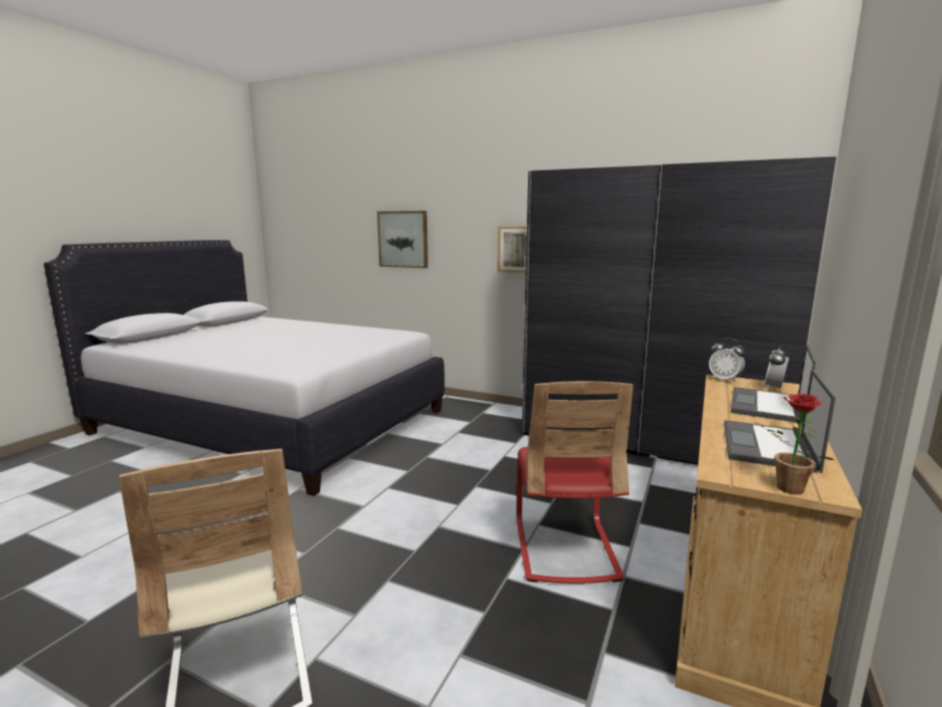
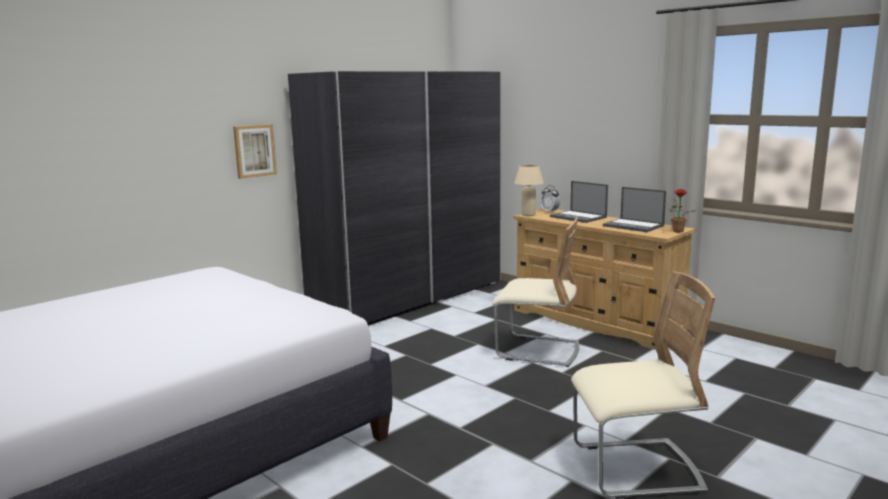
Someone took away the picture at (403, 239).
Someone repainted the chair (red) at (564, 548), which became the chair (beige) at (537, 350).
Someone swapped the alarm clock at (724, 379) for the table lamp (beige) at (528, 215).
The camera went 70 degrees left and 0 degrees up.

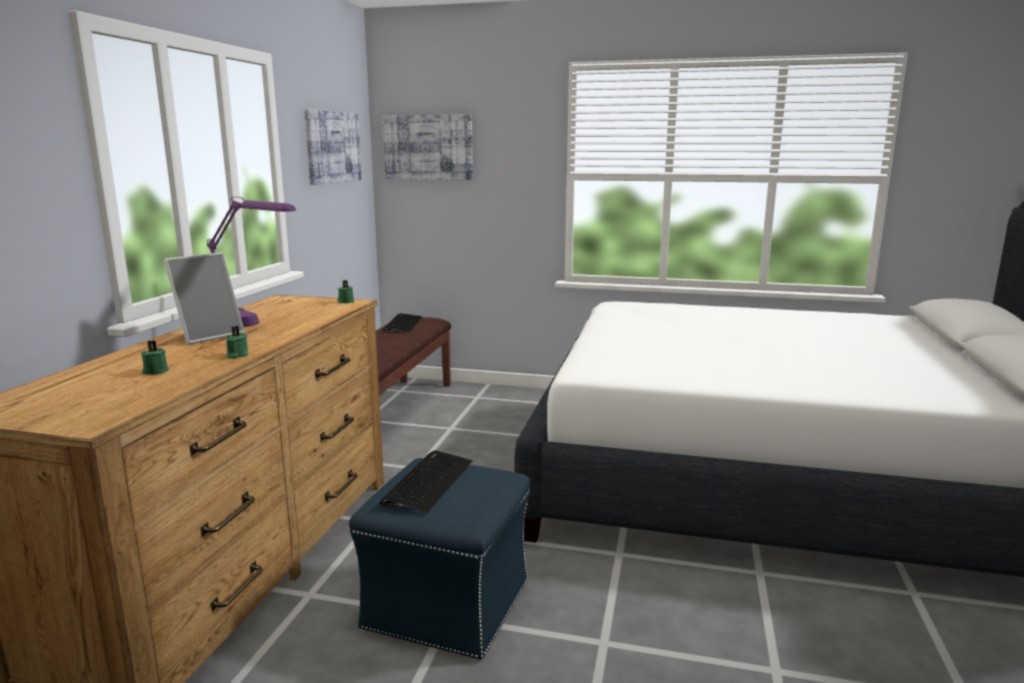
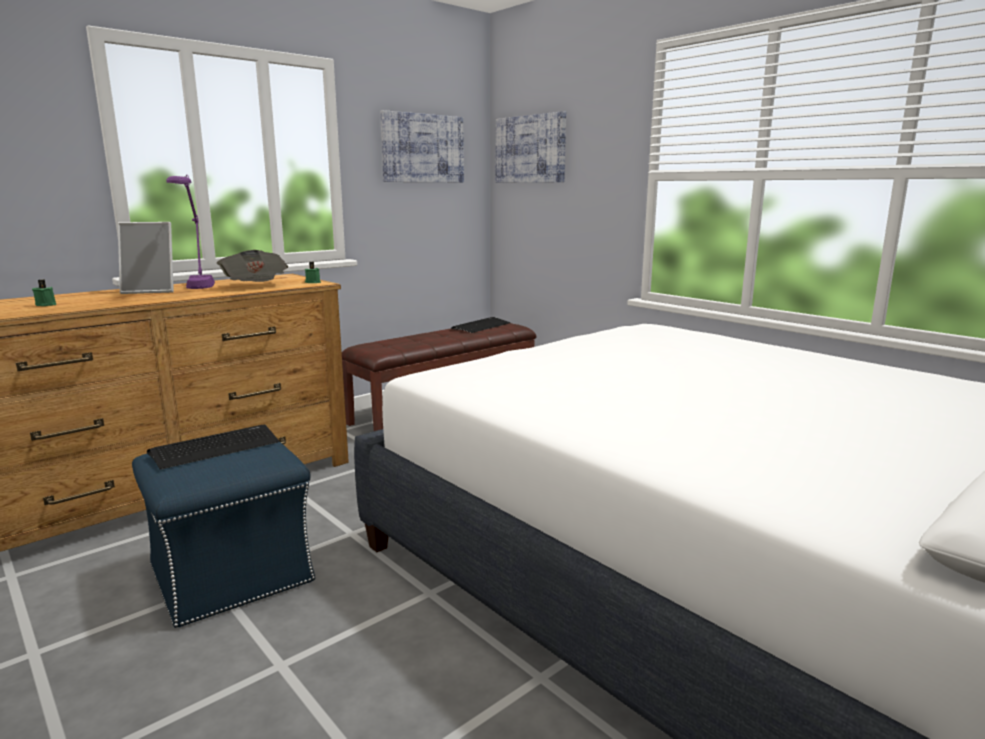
Someone took away the candle (green) at (236, 355).
Someone put down the newspaper at (256, 286).
The camera went 35 degrees right and 0 degrees up.

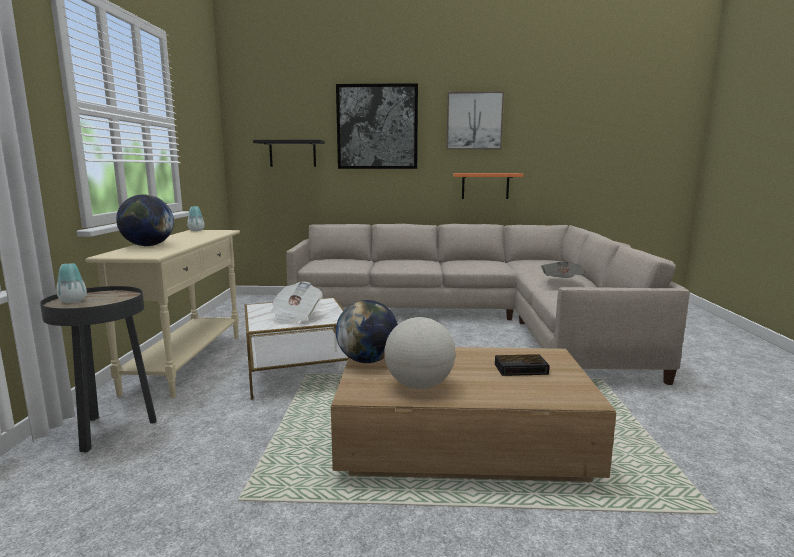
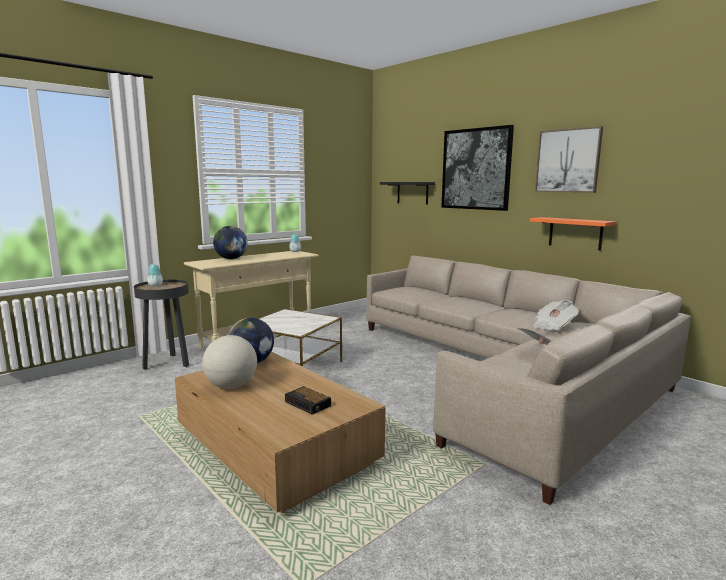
Someone carried the newspaper from (295, 317) to (553, 326).
The camera went 45 degrees right and 0 degrees up.

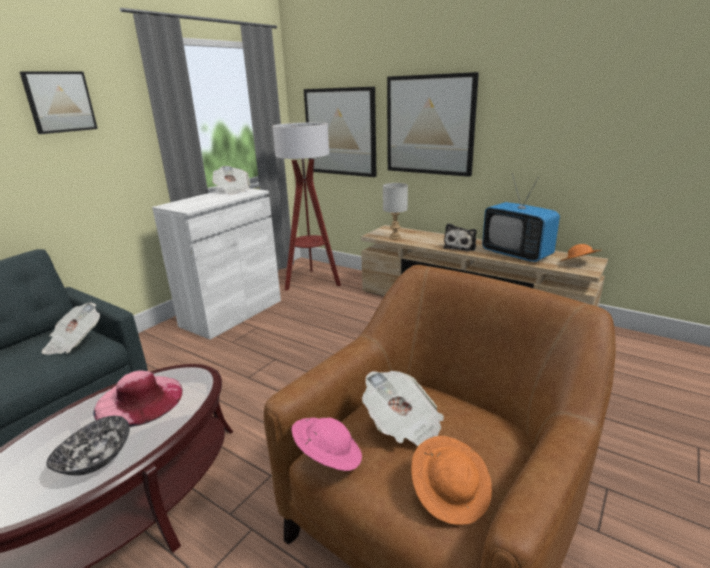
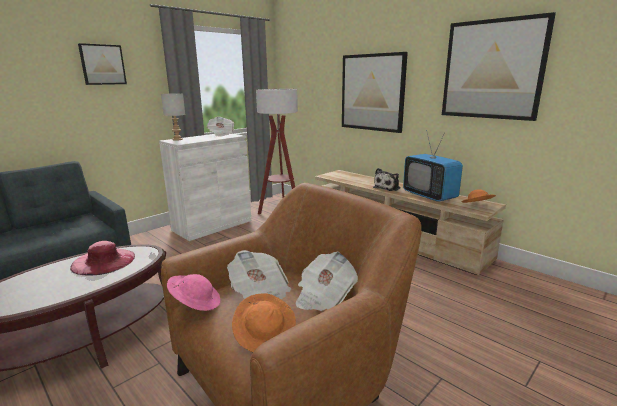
Someone carried the newspaper from (74, 342) to (324, 296).
Someone took away the bowl at (95, 460).
Someone carried the picture from (341, 132) to (492, 70).
Someone carried the table lamp (grey) from (394, 237) to (177, 139).
The camera went 10 degrees right and 5 degrees down.

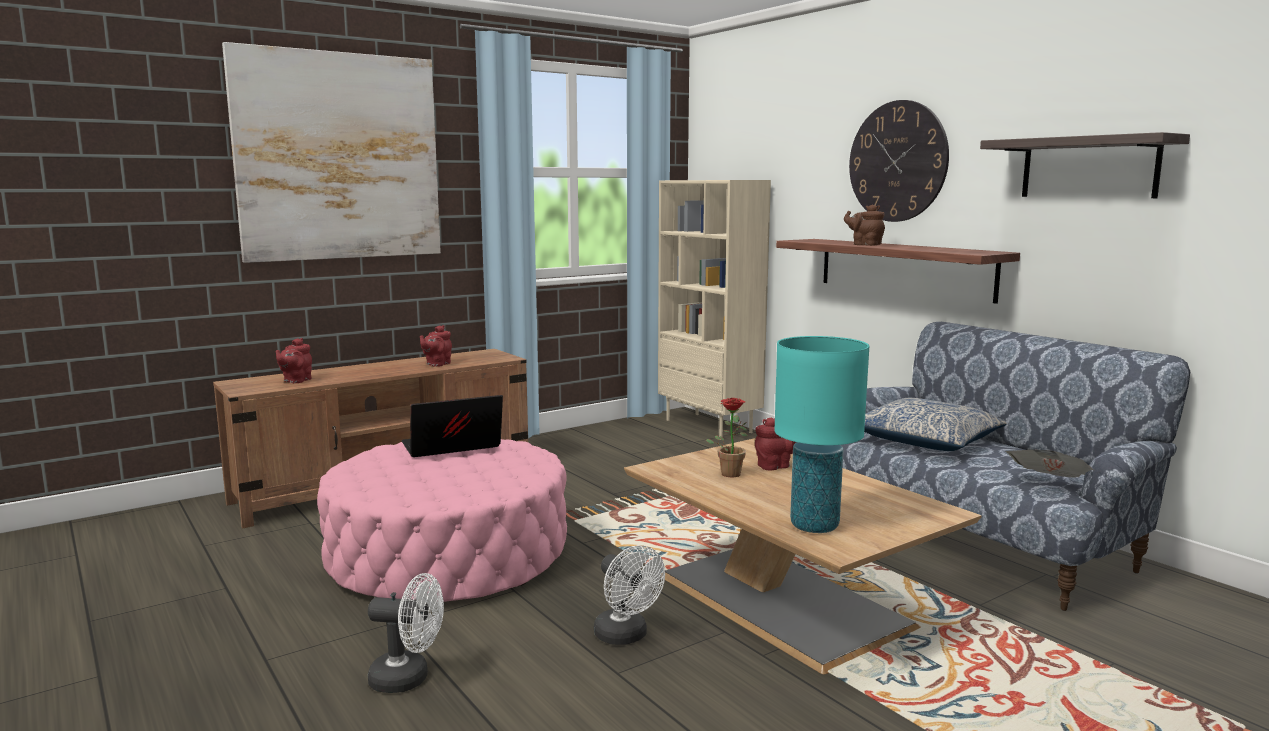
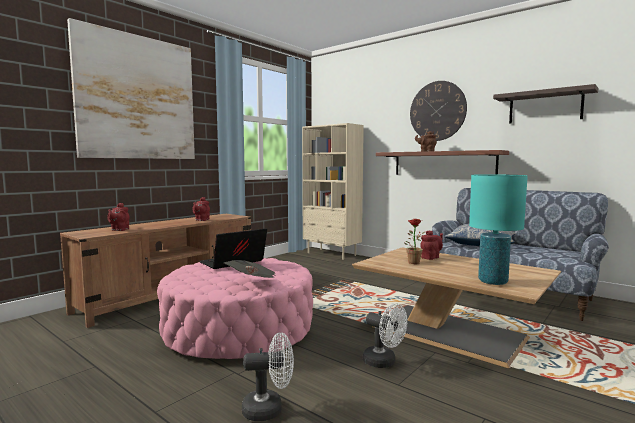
Someone carried the newspaper from (1050, 486) to (253, 284).
The camera went 15 degrees left and 5 degrees down.

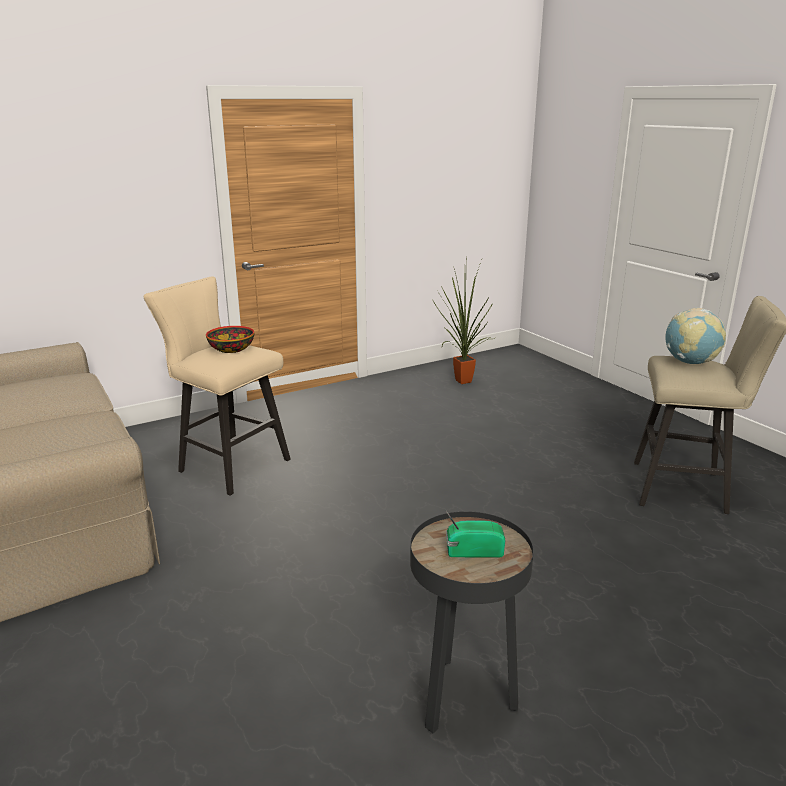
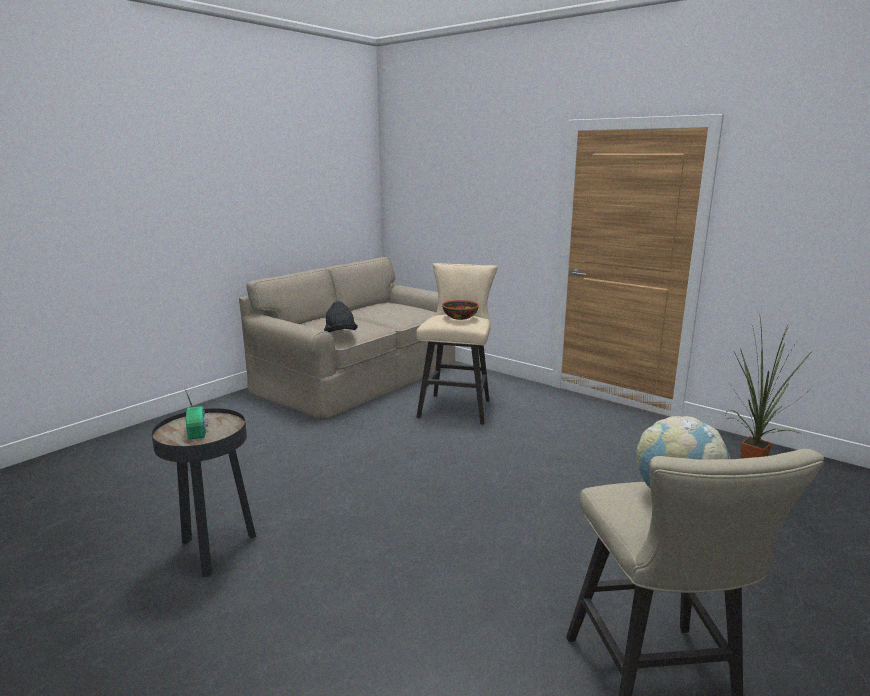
Someone put down the hat (black) at (340, 334).
The camera went 70 degrees right and 5 degrees down.

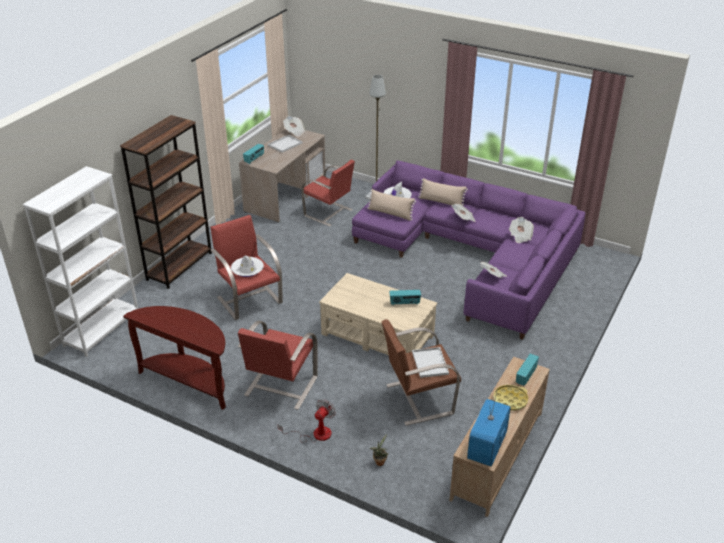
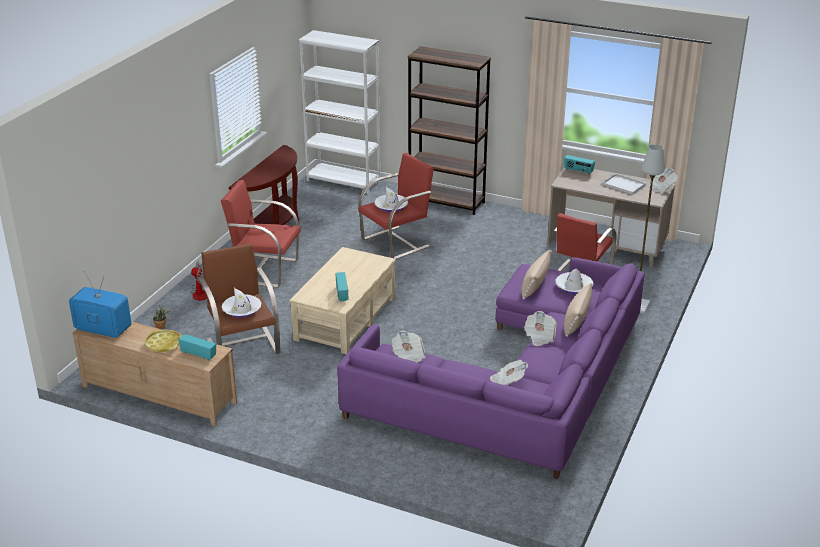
Someone swapped the tray (white) at (429, 362) for the hat (white) at (242, 309).
The camera went 85 degrees right and 5 degrees down.

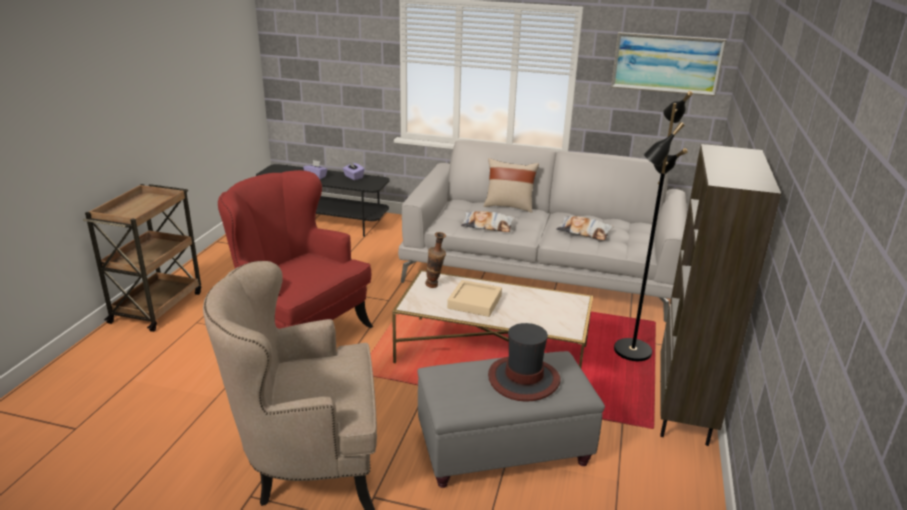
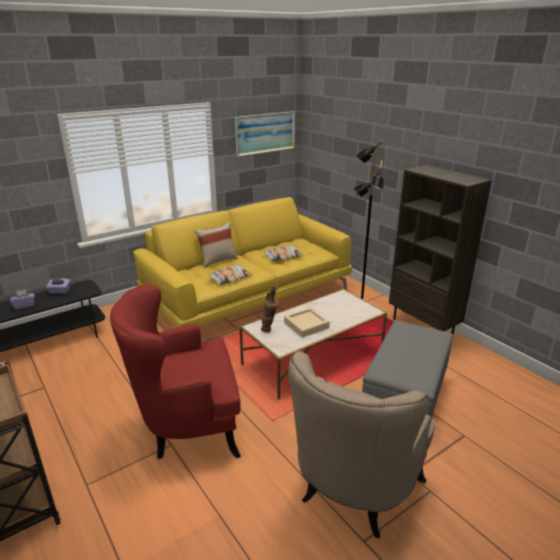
Someone repainted the sofa (grey) at (542, 270), which became the sofa (yellow) at (249, 296).
Someone took away the hat at (523, 379).
The camera went 50 degrees left and 0 degrees up.

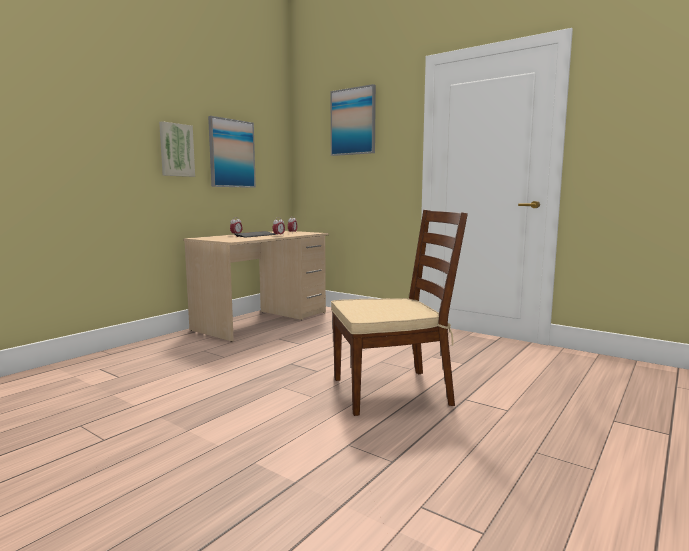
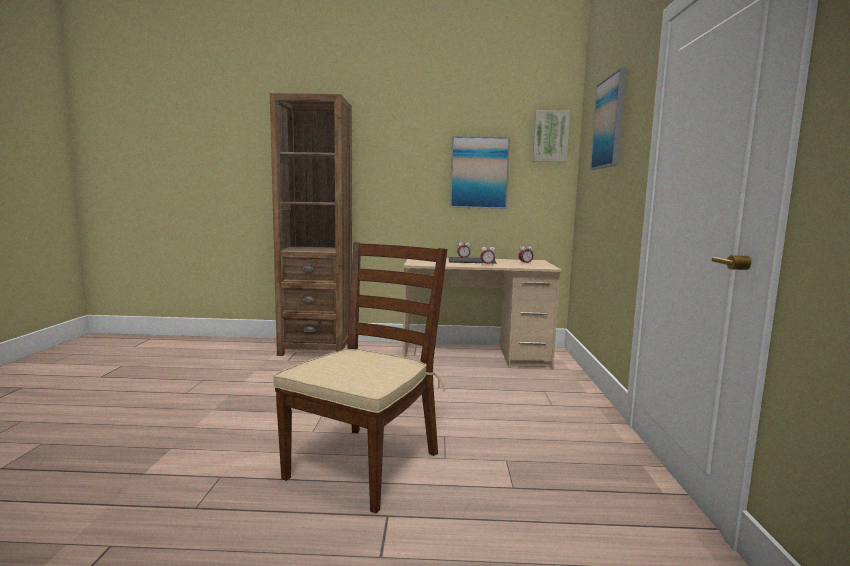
Someone carried the picture from (176, 150) to (550, 136).
Someone rotated the chair (brown) at (392, 391) by 105 degrees counterclockwise.
Someone put down the bookcase (brown) at (316, 348).
The camera went 55 degrees right and 0 degrees up.

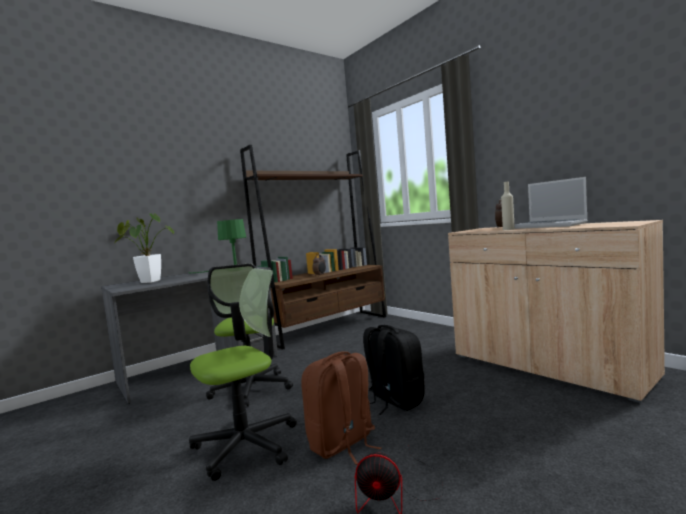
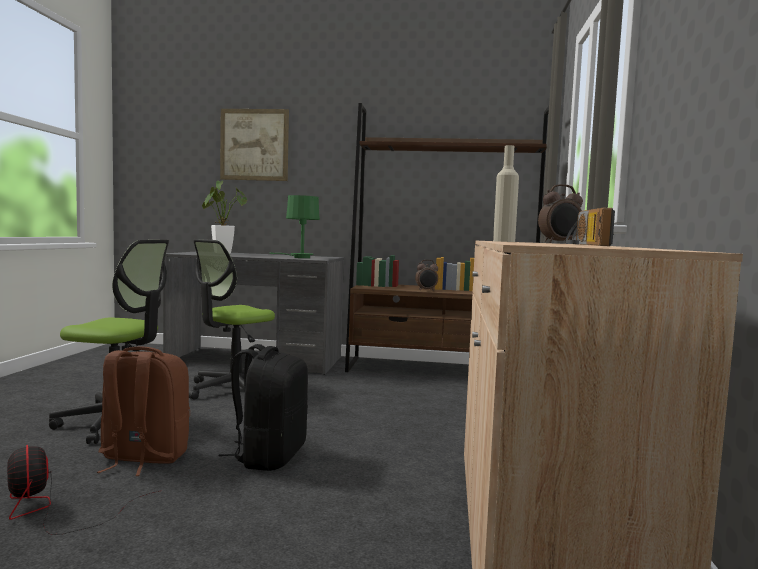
Someone swapped the laptop at (550, 226) for the radio at (583, 244).
Someone put up the picture at (254, 145).
The camera went 45 degrees right and 0 degrees up.

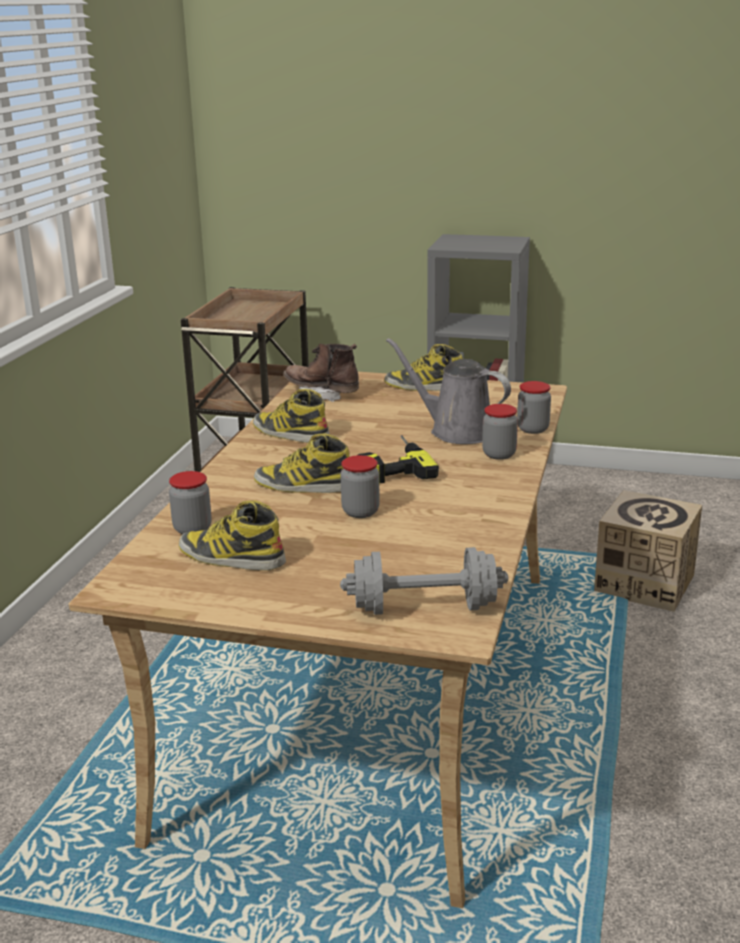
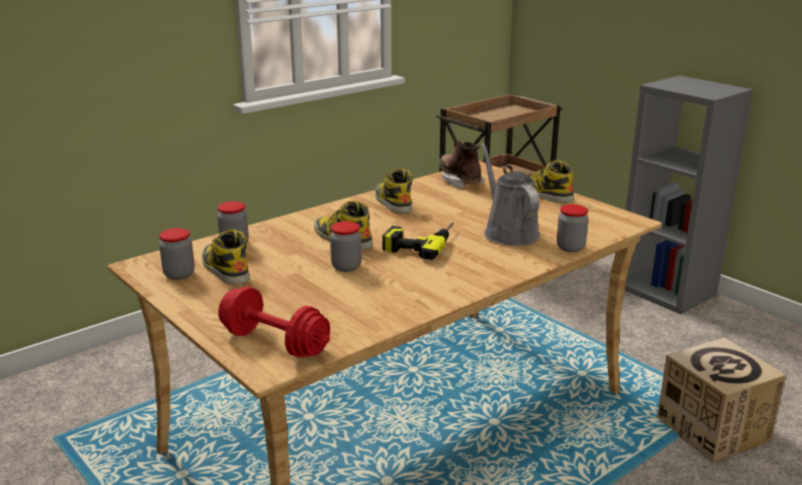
Someone repainted the dumbbell (grey) at (424, 607), which became the dumbbell (red) at (275, 343).
Someone carried the jar from (499, 454) to (179, 274).
The camera went 35 degrees right and 0 degrees up.

